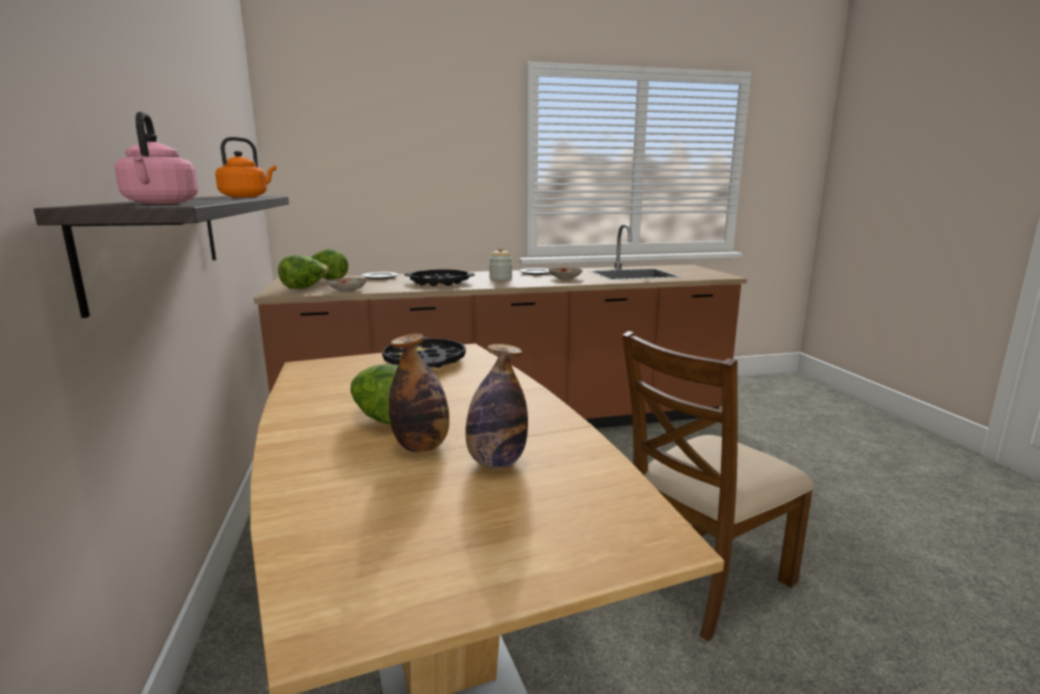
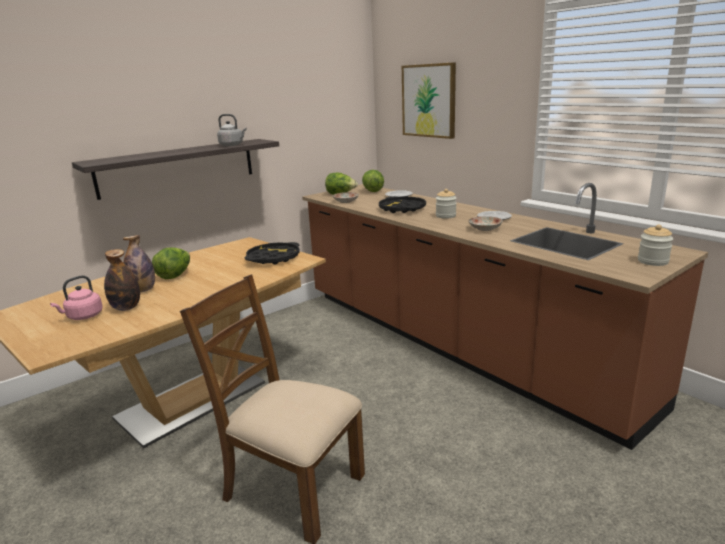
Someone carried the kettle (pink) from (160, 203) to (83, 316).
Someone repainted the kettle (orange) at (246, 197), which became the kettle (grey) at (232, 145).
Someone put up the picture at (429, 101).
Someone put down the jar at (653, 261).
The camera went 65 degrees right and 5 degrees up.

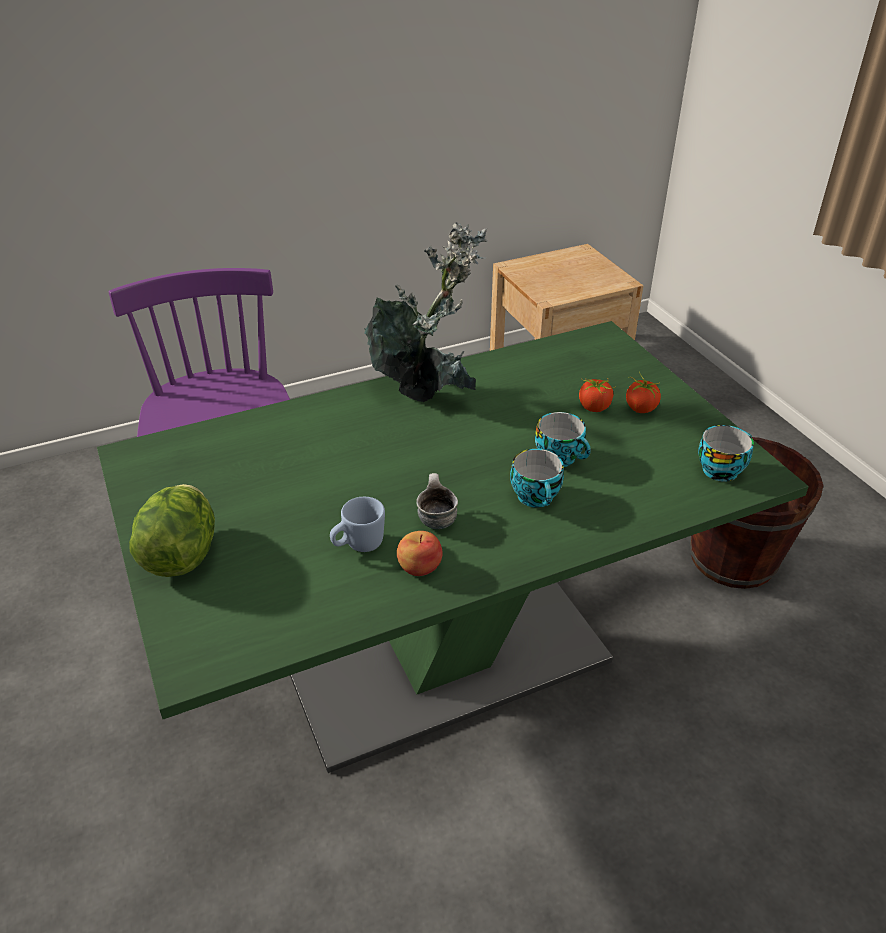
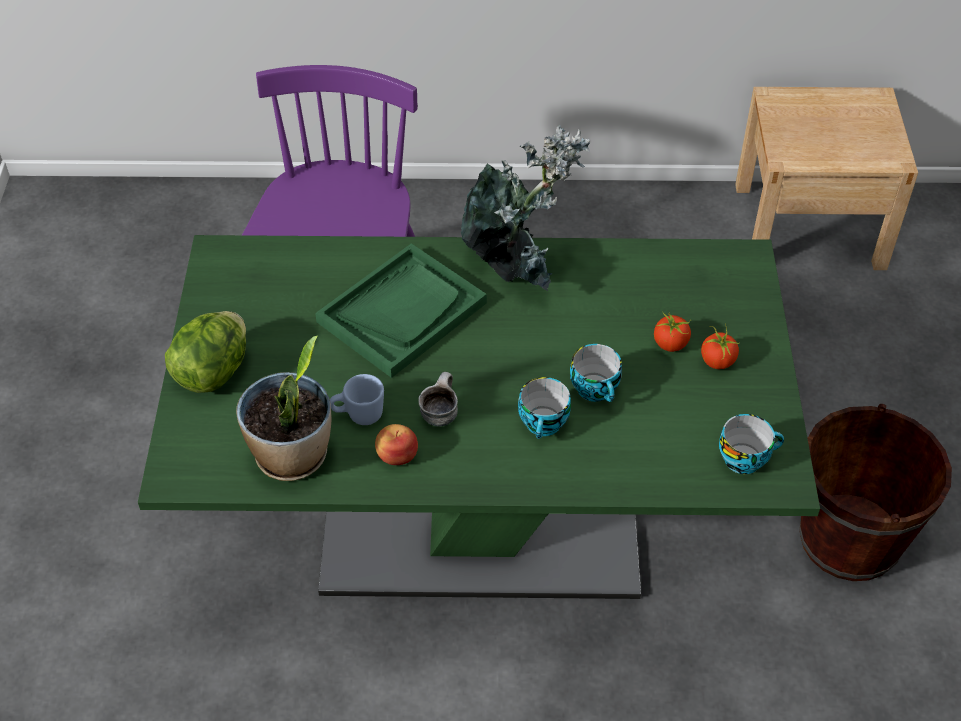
Someone put down the potted plant at (292, 456).
Someone put down the tray (green) at (402, 312).
The camera went 25 degrees right and 10 degrees up.

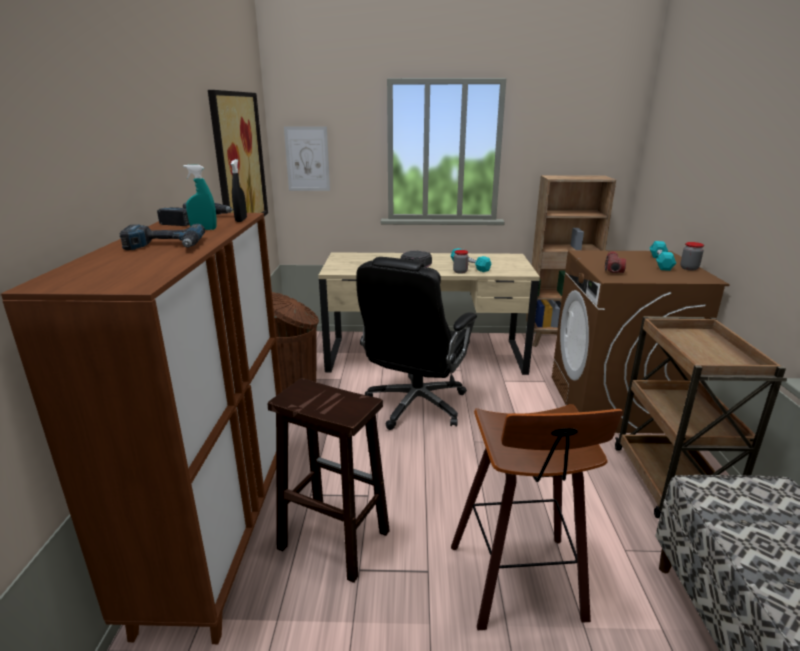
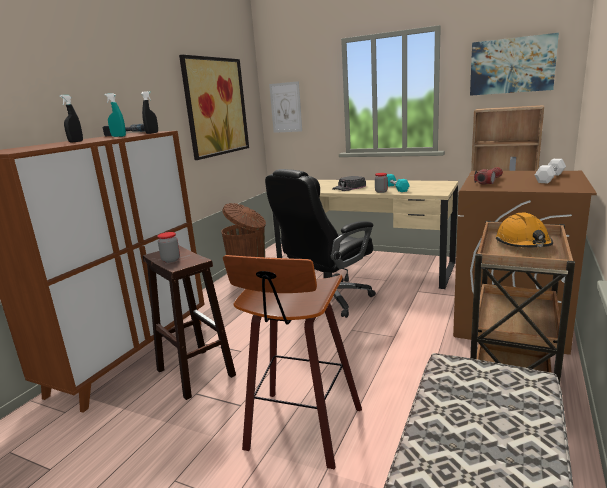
Someone swapped the power drill at (164, 246) for the spray bottle (black) at (76, 142).
Someone repainted the dumbbell (turquoise) at (660, 262), which became the dumbbell (white) at (550, 178).
Someone carried the jar from (689, 268) to (171, 260).
Someone put up the picture at (512, 65).
Someone put down the hard hat (orange) at (523, 244).
The camera went 25 degrees right and 5 degrees down.

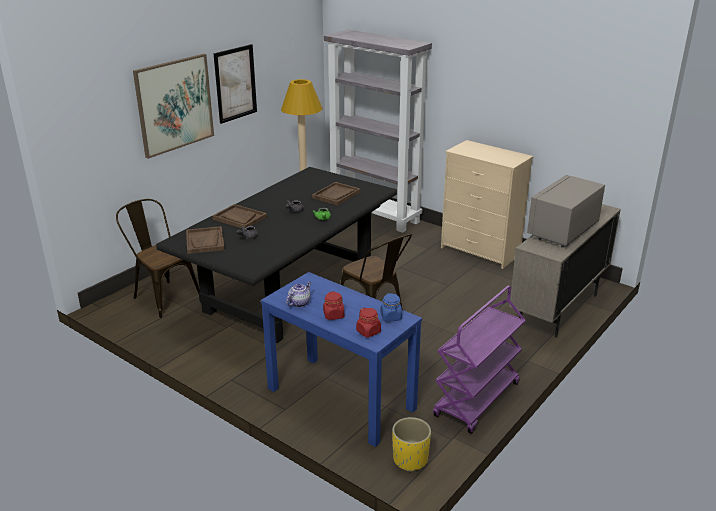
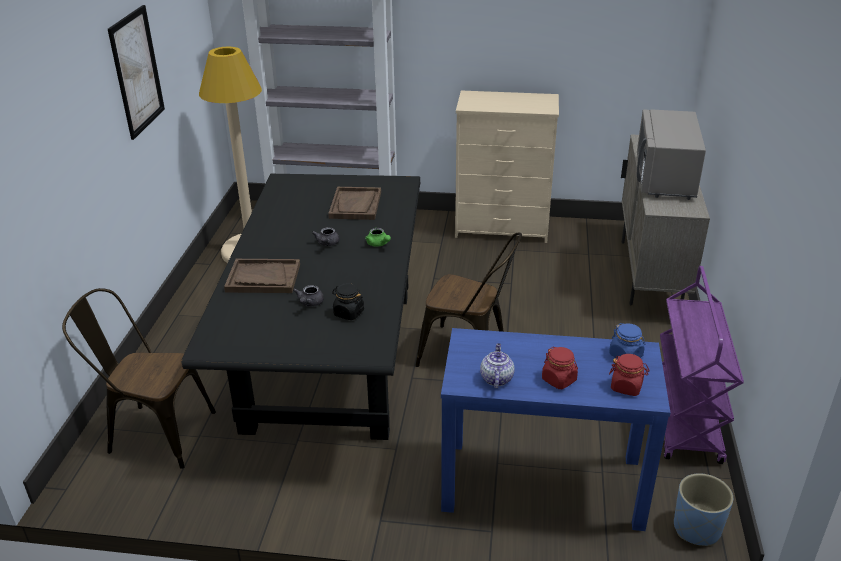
Someone took away the picture at (174, 104).
Someone took away the tray (brown) at (205, 241).
Someone repainted the planter (yellow) at (410, 459), which became the planter (blue) at (696, 528).
Someone put down the jar (black) at (348, 313).
The camera went 30 degrees left and 5 degrees up.

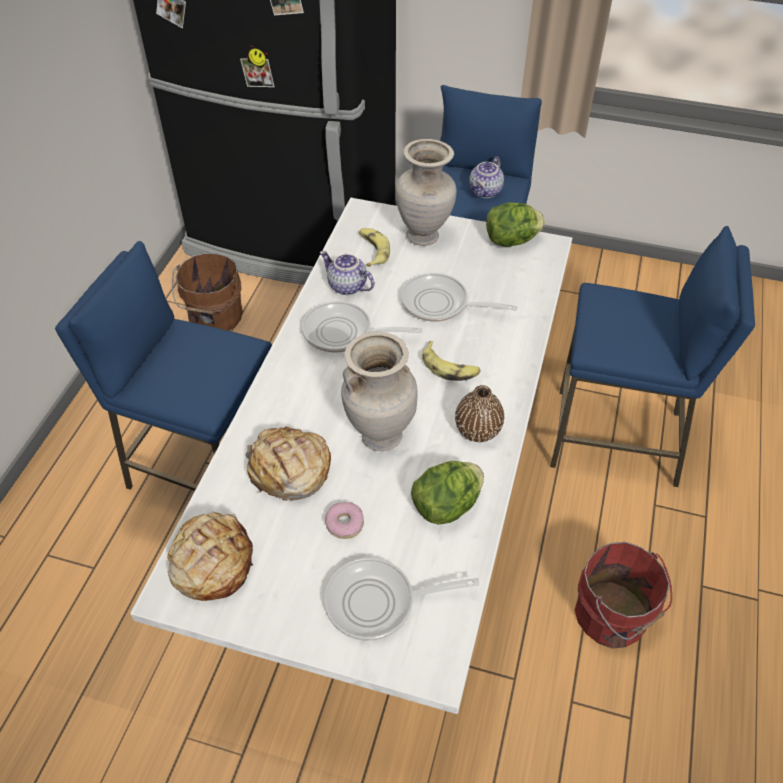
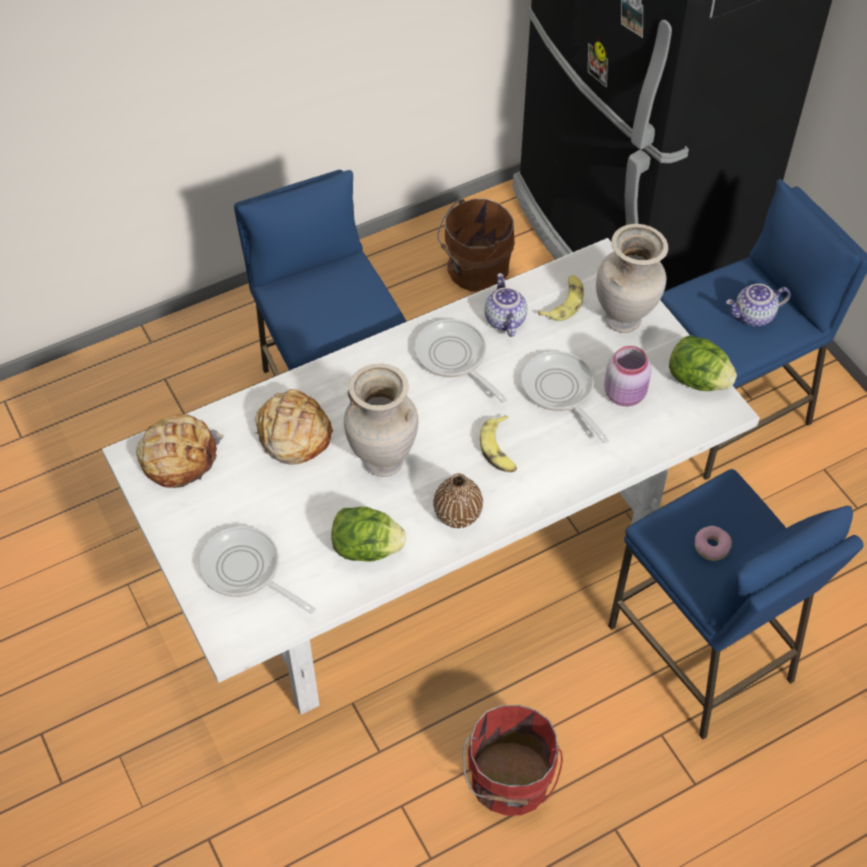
Someone carried the donut from (345, 524) to (711, 546).
Someone put down the jar (pink) at (626, 394).
The camera went 45 degrees right and 5 degrees up.

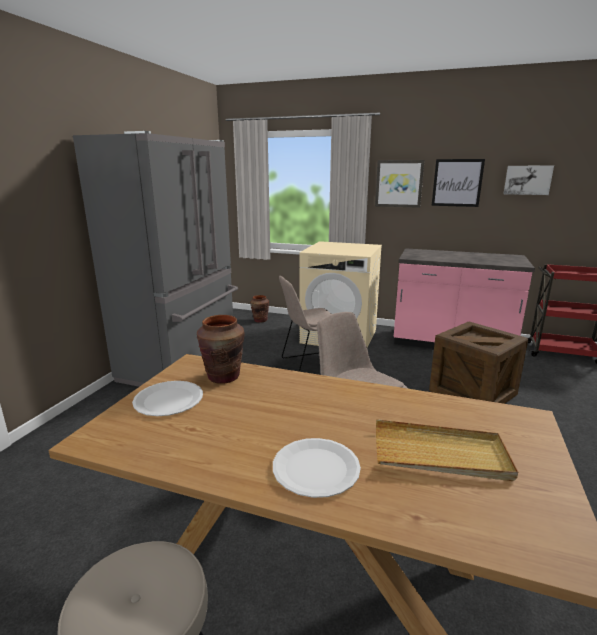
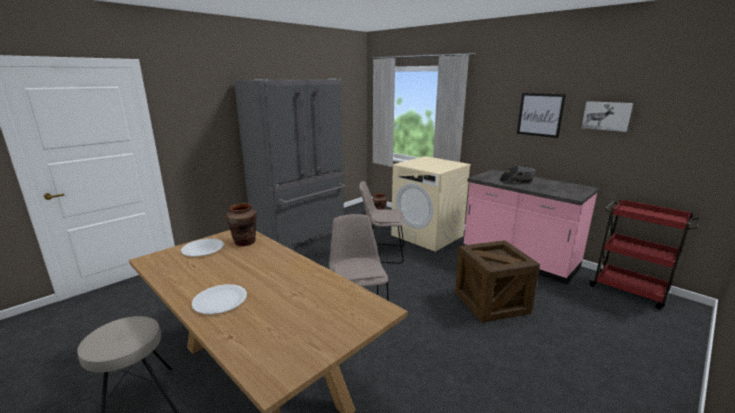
Someone took away the picture at (399, 183).
Someone took away the tray (beige) at (440, 454).
Someone put down the cooking pot at (516, 180).
The camera went 25 degrees right and 0 degrees up.

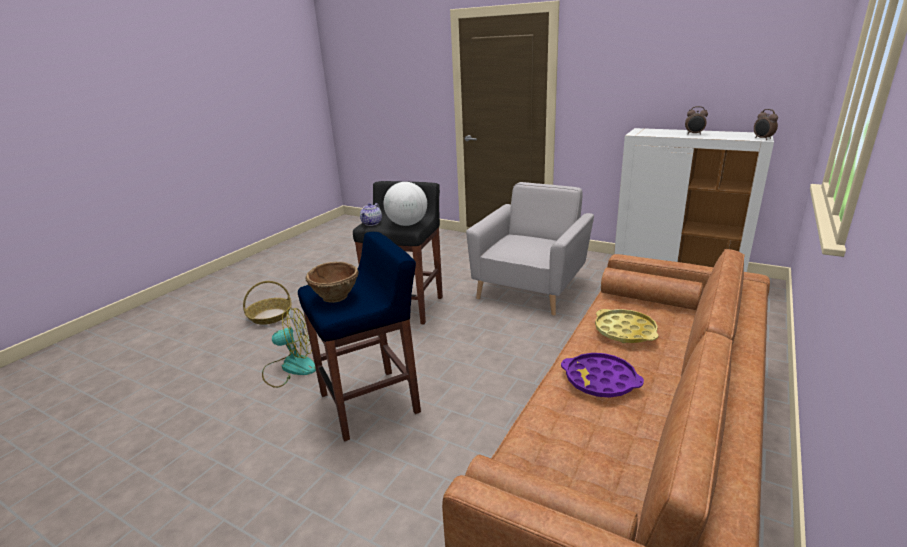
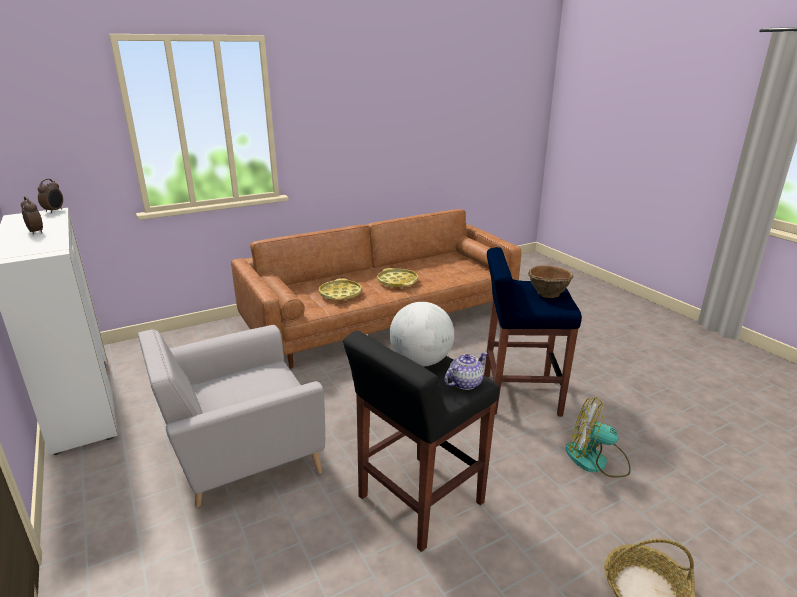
Someone repainted the tray (purple) at (600, 380), which became the tray (yellow) at (397, 281).
The camera went 150 degrees left and 0 degrees up.

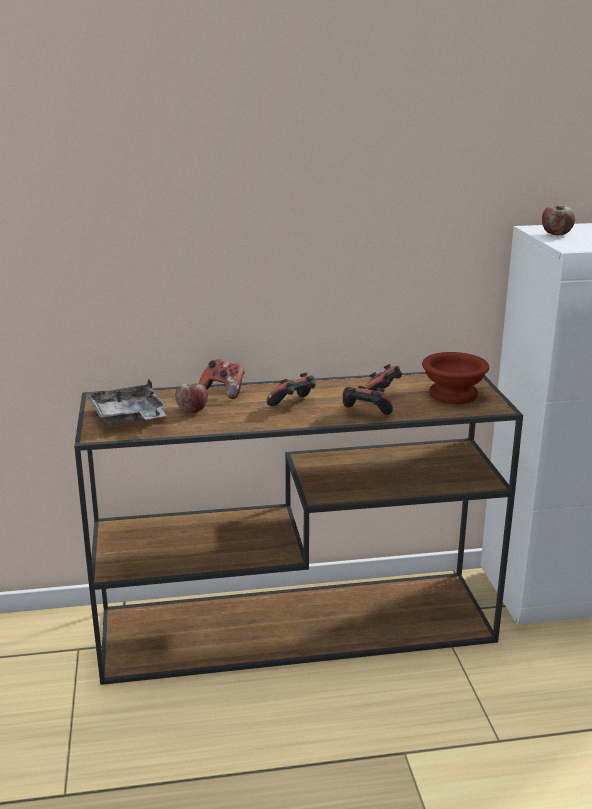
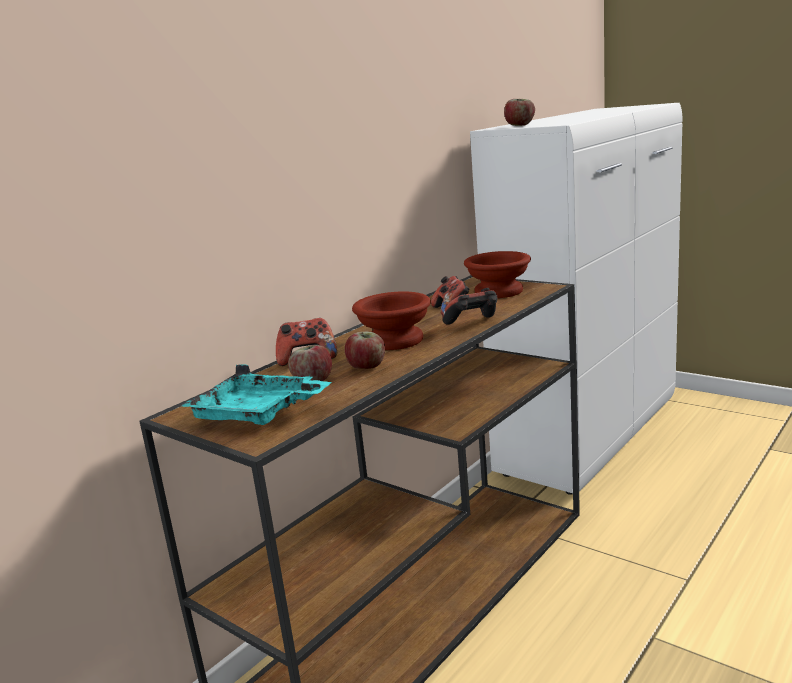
Someone repainted the tray (grey) at (128, 417), which became the tray (turquoise) at (258, 413).
Someone swapped the game controller at (293, 404) for the bowl (brown) at (396, 341).
Someone put down the apple at (367, 367).
The camera went 40 degrees left and 5 degrees down.

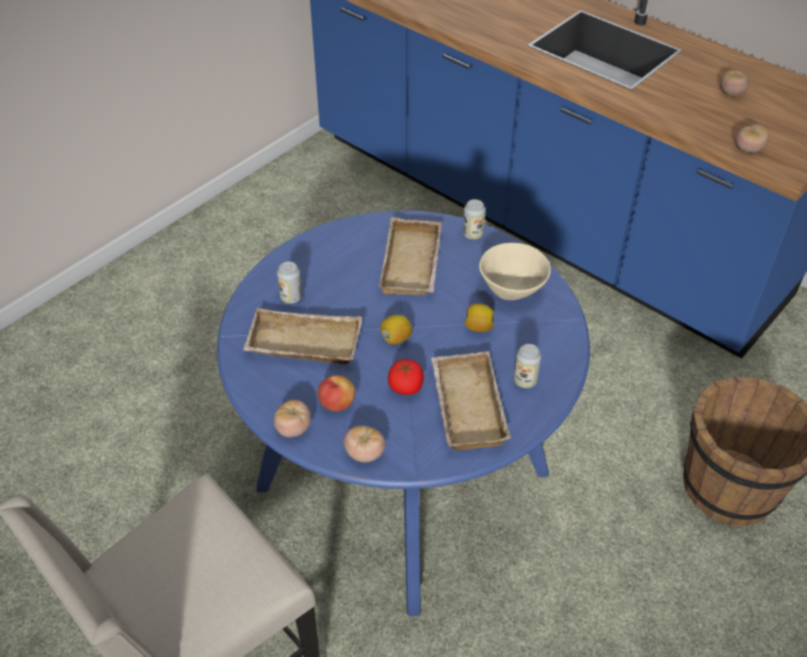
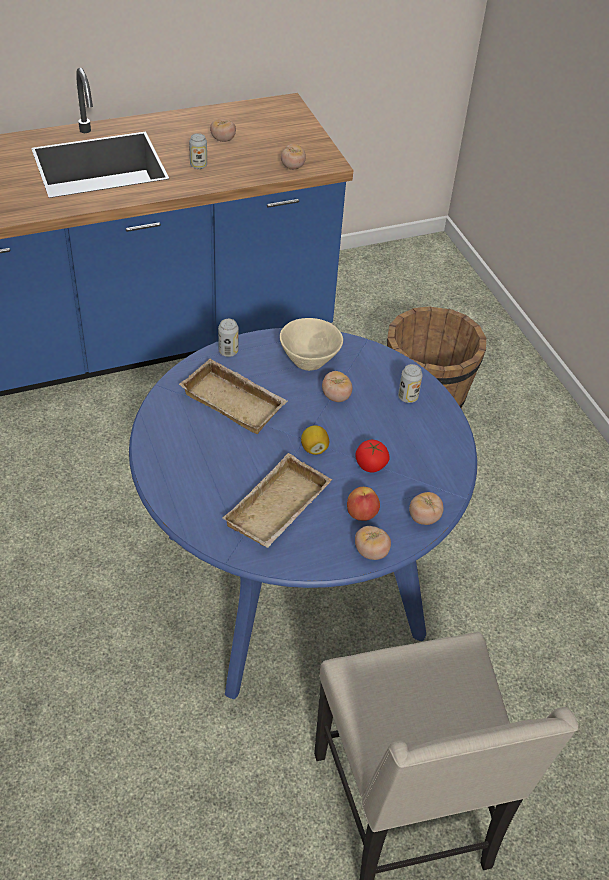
Someone carried the can from (291, 297) to (198, 165).
Someone took away the tray (beige) at (464, 405).
Someone swapped the lemon at (478, 327) for the tomato at (336, 396).
The camera went 65 degrees left and 0 degrees up.

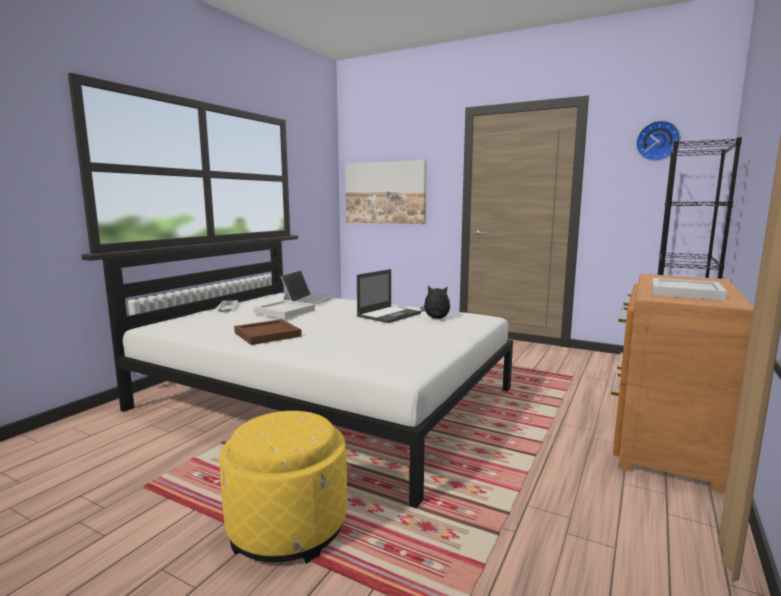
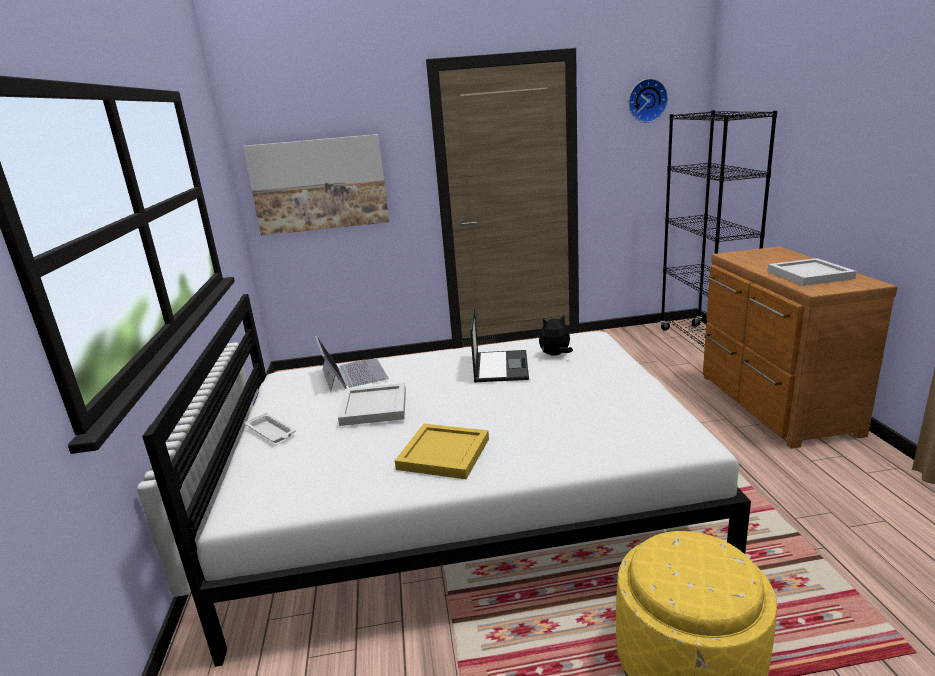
Someone repainted the tray (brown) at (267, 335), which became the tray (yellow) at (444, 454).
The camera went 35 degrees left and 10 degrees up.

